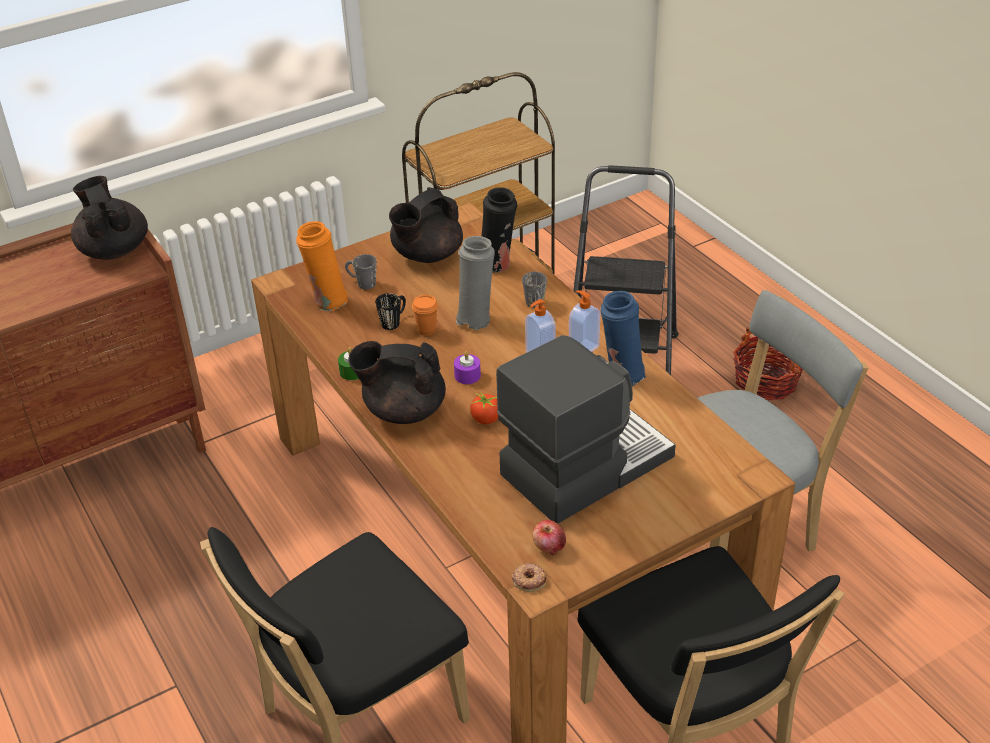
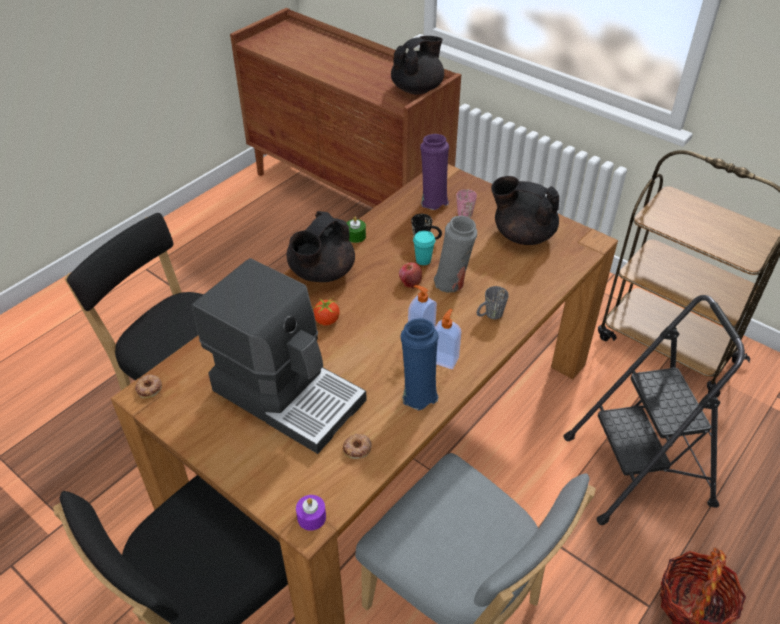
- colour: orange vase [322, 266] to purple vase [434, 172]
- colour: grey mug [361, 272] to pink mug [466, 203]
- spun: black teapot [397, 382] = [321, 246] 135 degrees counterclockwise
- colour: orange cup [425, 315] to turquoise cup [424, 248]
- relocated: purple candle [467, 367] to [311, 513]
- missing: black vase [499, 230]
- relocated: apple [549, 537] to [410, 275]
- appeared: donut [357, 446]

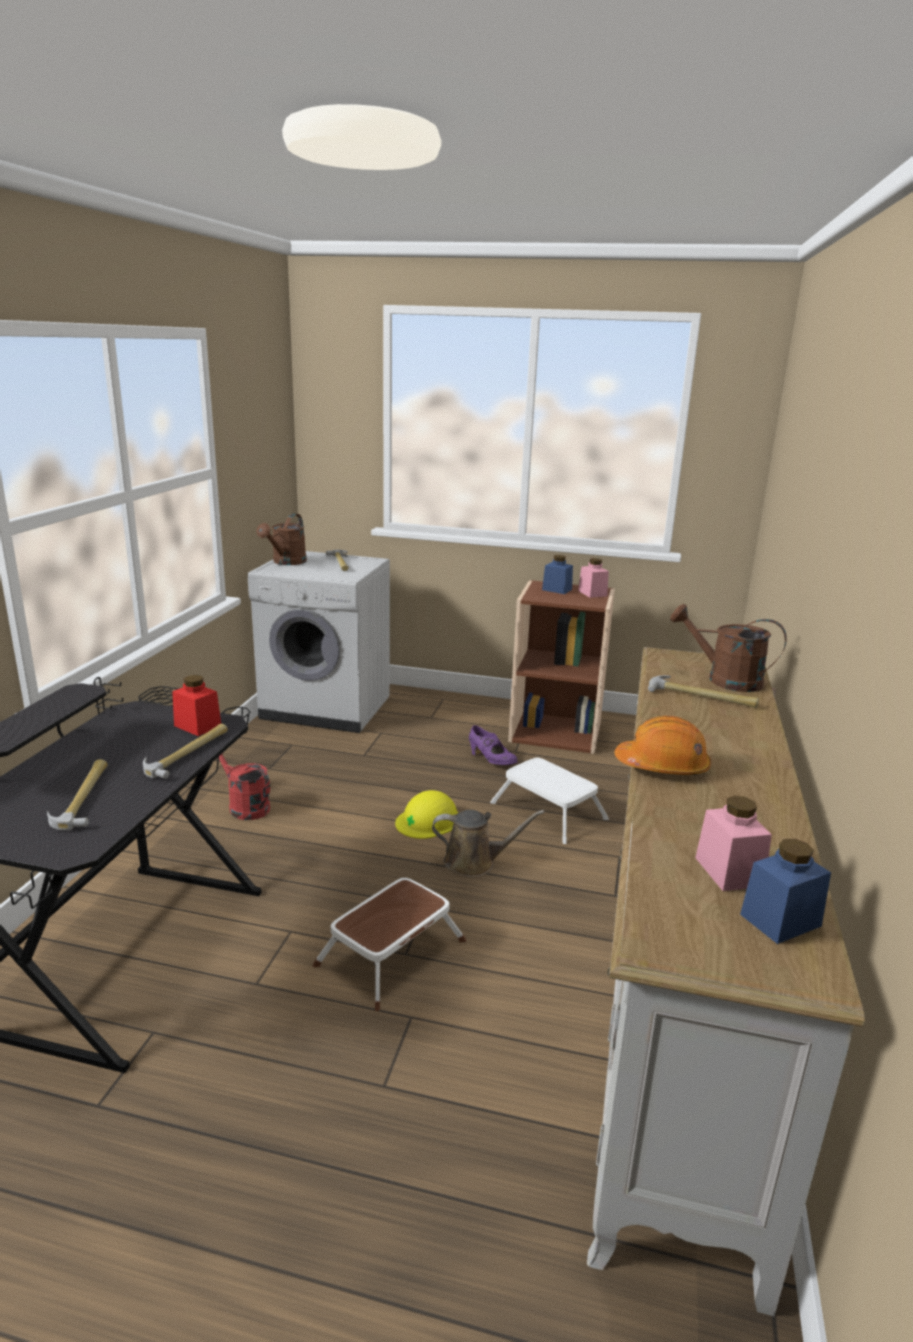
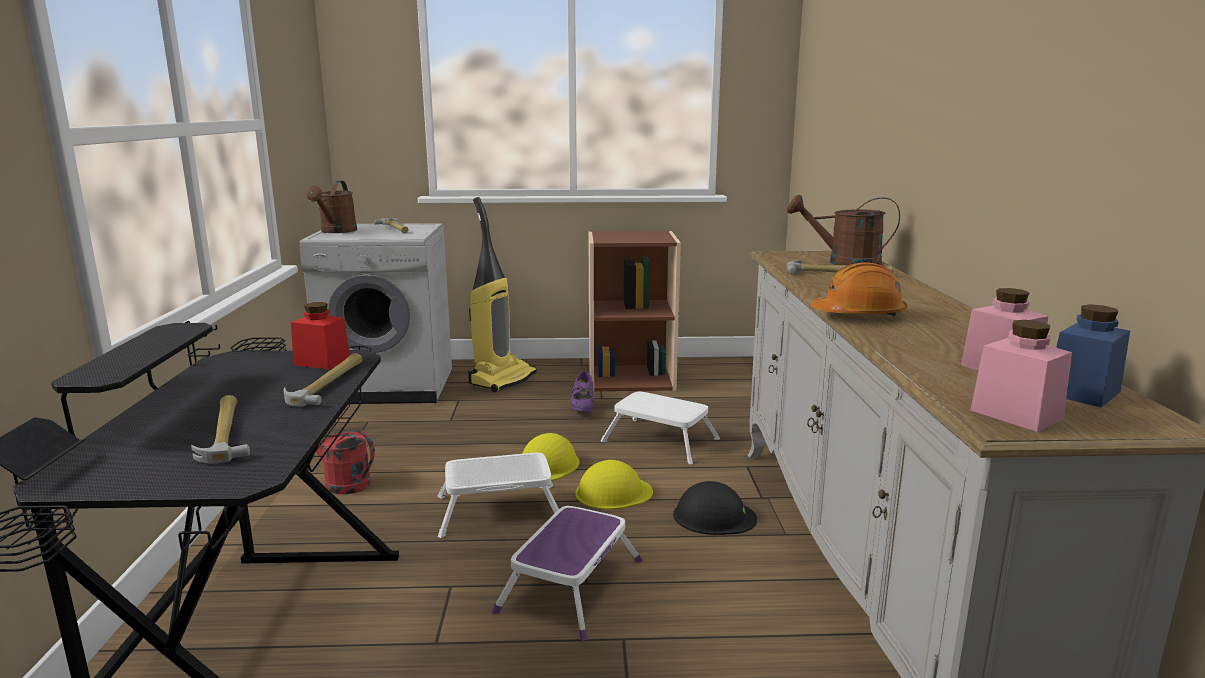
- colour: brown step ladder [389, 944] to purple step ladder [567, 573]
- exchanged: brown watering can [488, 843] to yellow hard hat [614, 485]
- spun: purple shoe [493, 745] = [582, 392] 60 degrees clockwise
- missing: blue jar [557, 574]
- relocated: pink jar [593, 578] to [1021, 376]
- appeared: white step ladder [498, 495]
- appeared: vacuum cleaner [502, 294]
- appeared: black hard hat [715, 508]

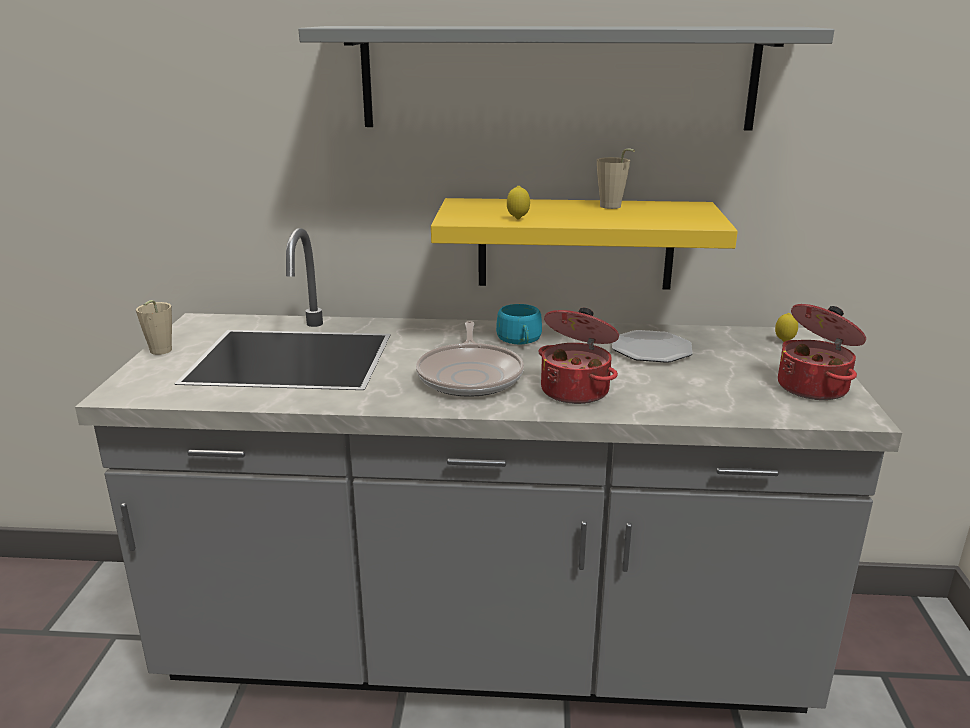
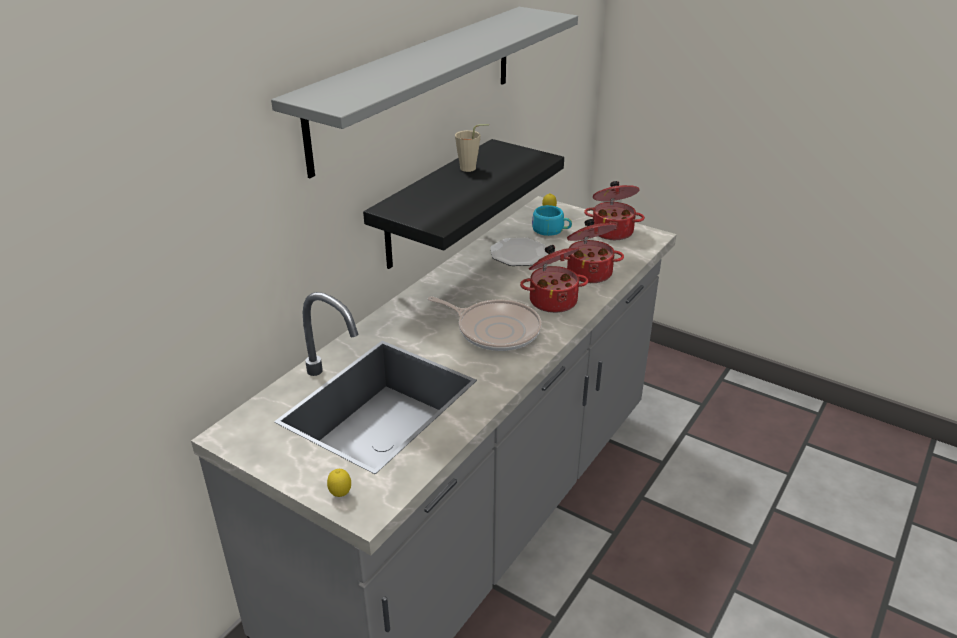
- missing: beige cup [154, 327]
- colour: yellow shelf [584, 244] to black shelf [463, 204]
- relocated: turquoise cup [519, 324] to [552, 220]
- relocated: lemon [518, 202] to [339, 483]
- appeared: cooking pot [594, 251]

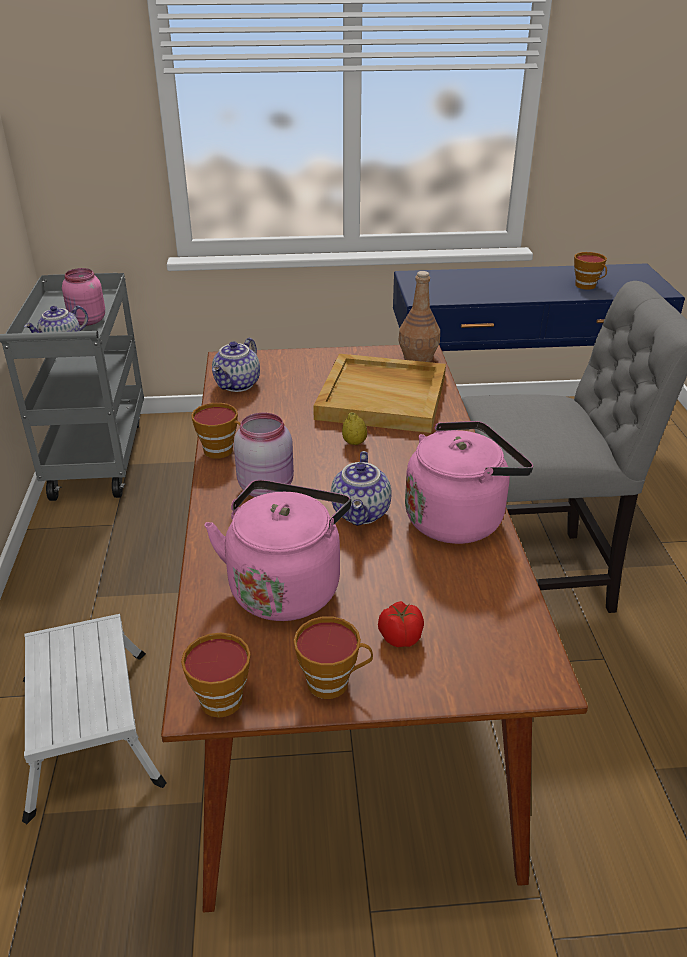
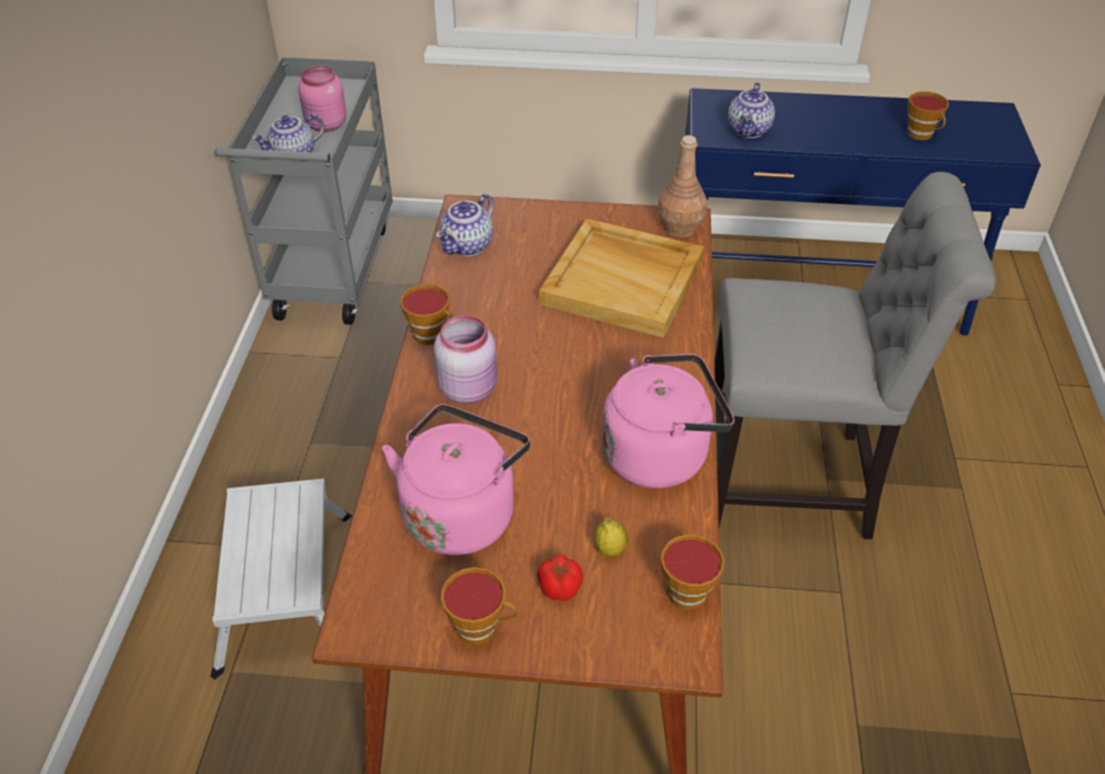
- relocated: cup [216, 675] to [692, 571]
- relocated: teapot [361, 488] to [751, 110]
- relocated: lemon [354, 428] to [611, 537]

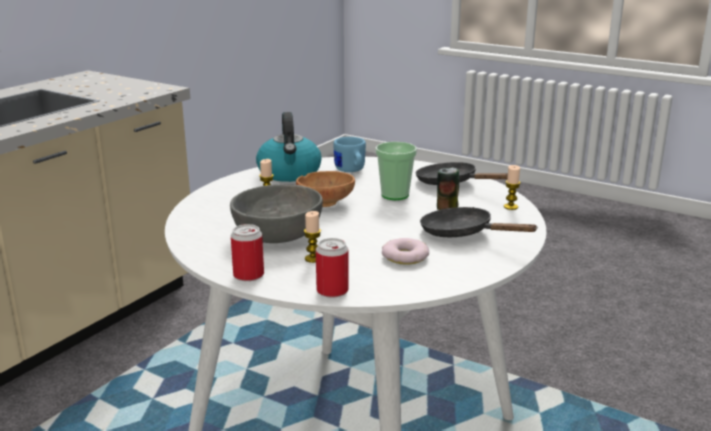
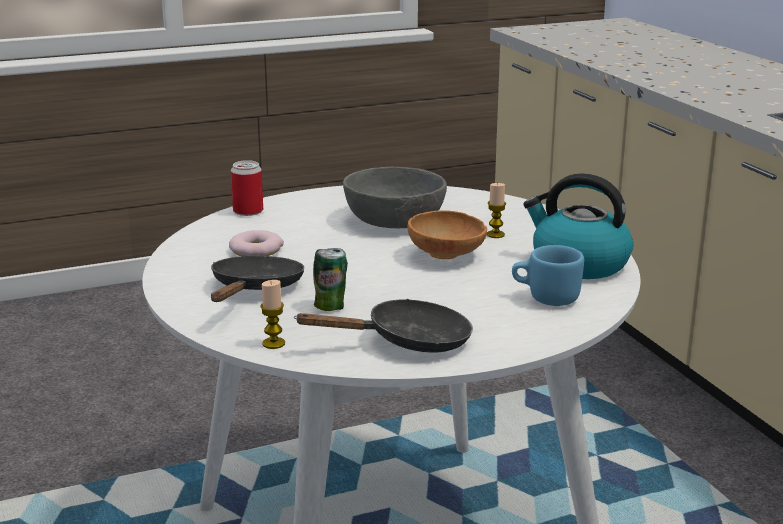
- missing: can [247, 252]
- missing: candle [312, 237]
- missing: cup [396, 171]
- spun: black frying pan [478, 222] = [257, 279] 60 degrees counterclockwise

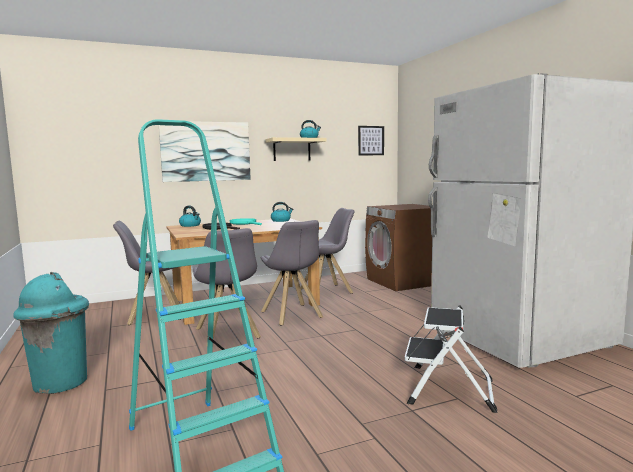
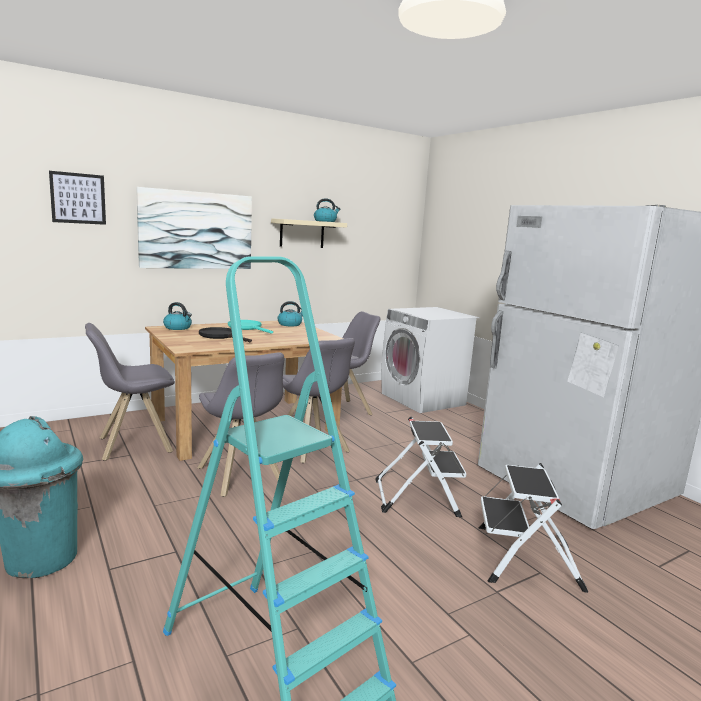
- relocated: picture [371, 140] to [77, 198]
- colour: brown washing machine [398, 247] to white washing machine [430, 360]
- appeared: step ladder [420, 466]

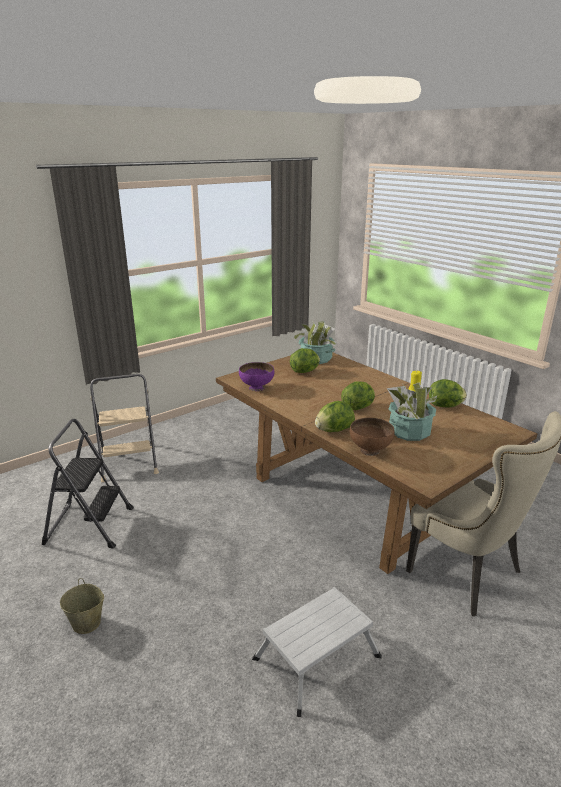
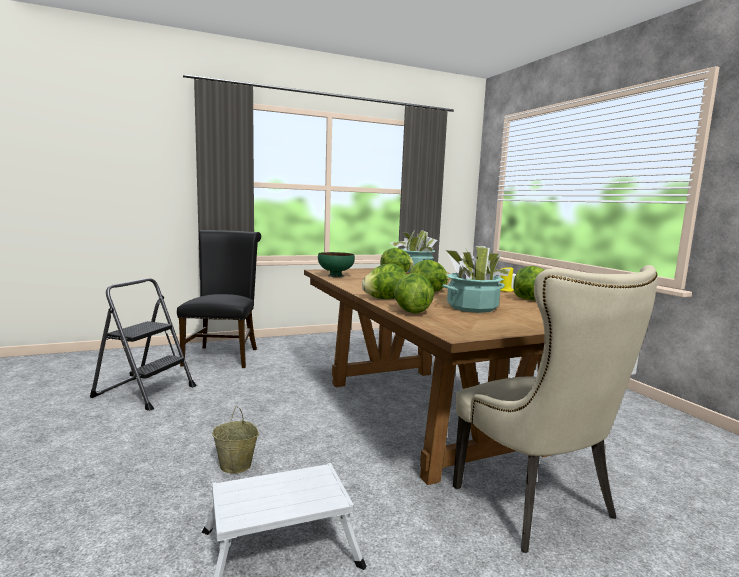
- relocated: beige bucket [82, 606] to [235, 440]
- exchanged: beige step ladder [124, 428] to black chair [219, 299]
- colour: purple bowl [256, 376] to green bowl [336, 264]
- exchanged: brown bowl [372, 437] to lettuce [414, 292]

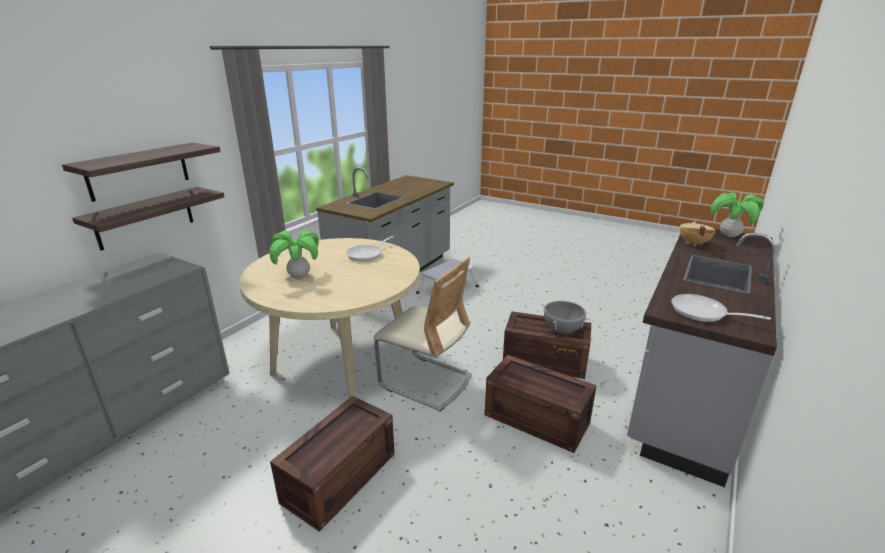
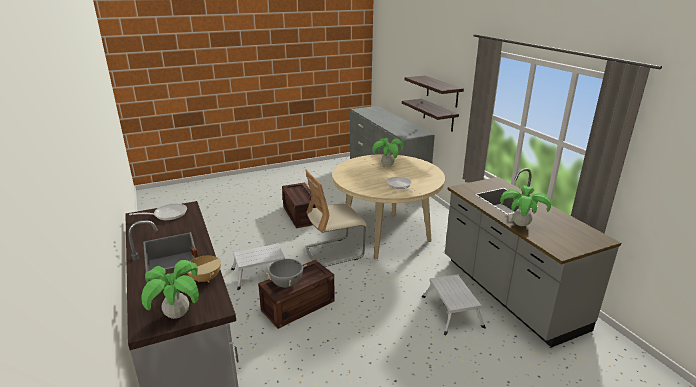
- exchanged: crate [541, 404] to white step ladder [258, 266]
- appeared: potted plant [525, 205]

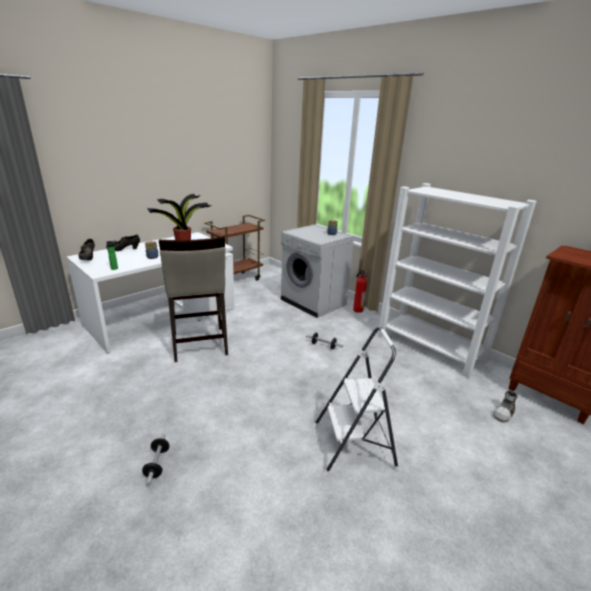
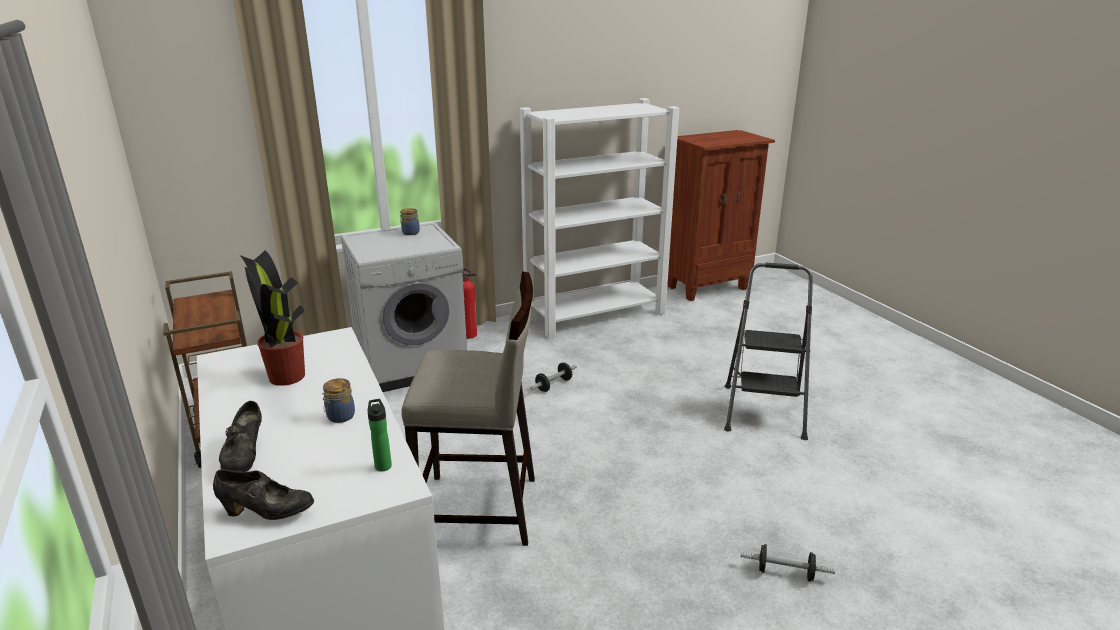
- colour: white step ladder [356, 402] to black step ladder [768, 351]
- missing: shoe [505, 407]

